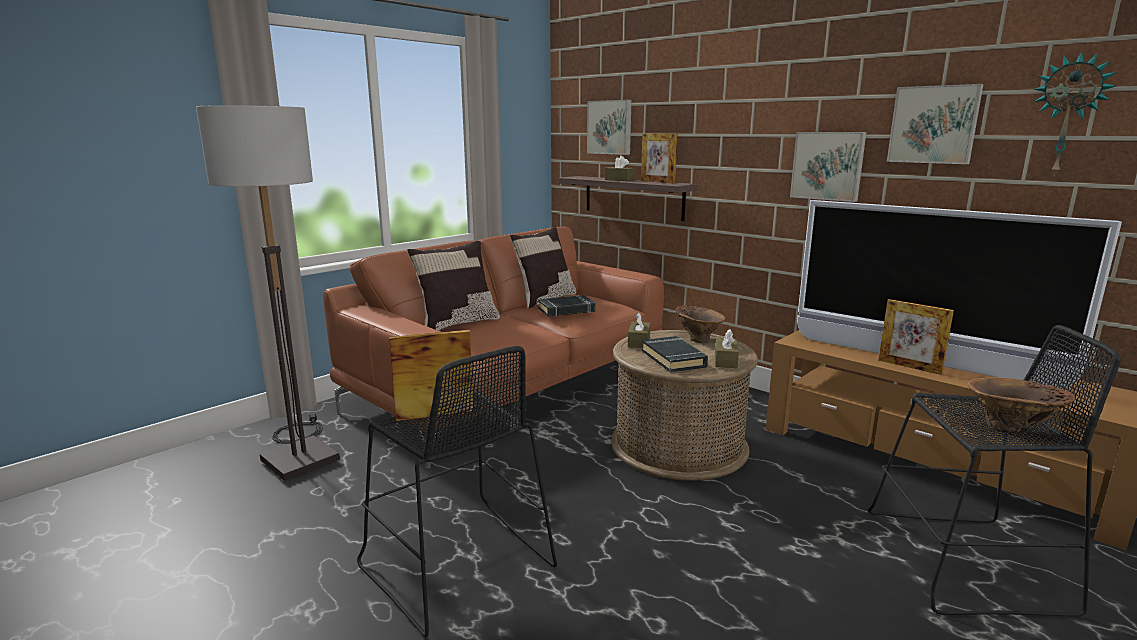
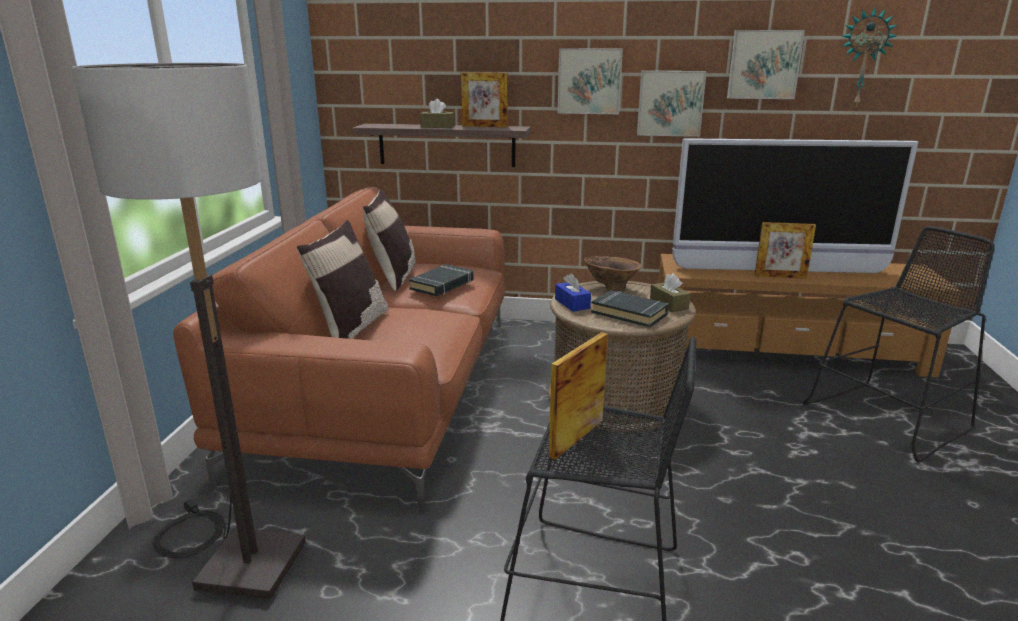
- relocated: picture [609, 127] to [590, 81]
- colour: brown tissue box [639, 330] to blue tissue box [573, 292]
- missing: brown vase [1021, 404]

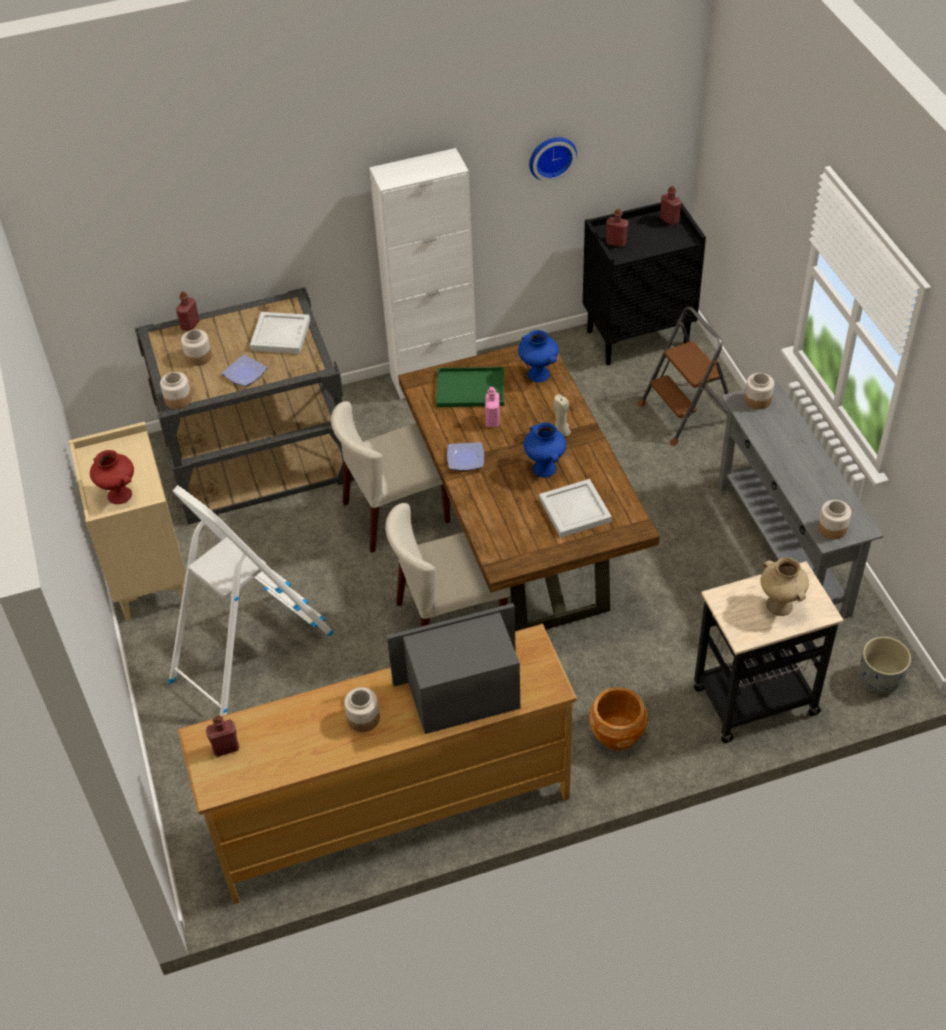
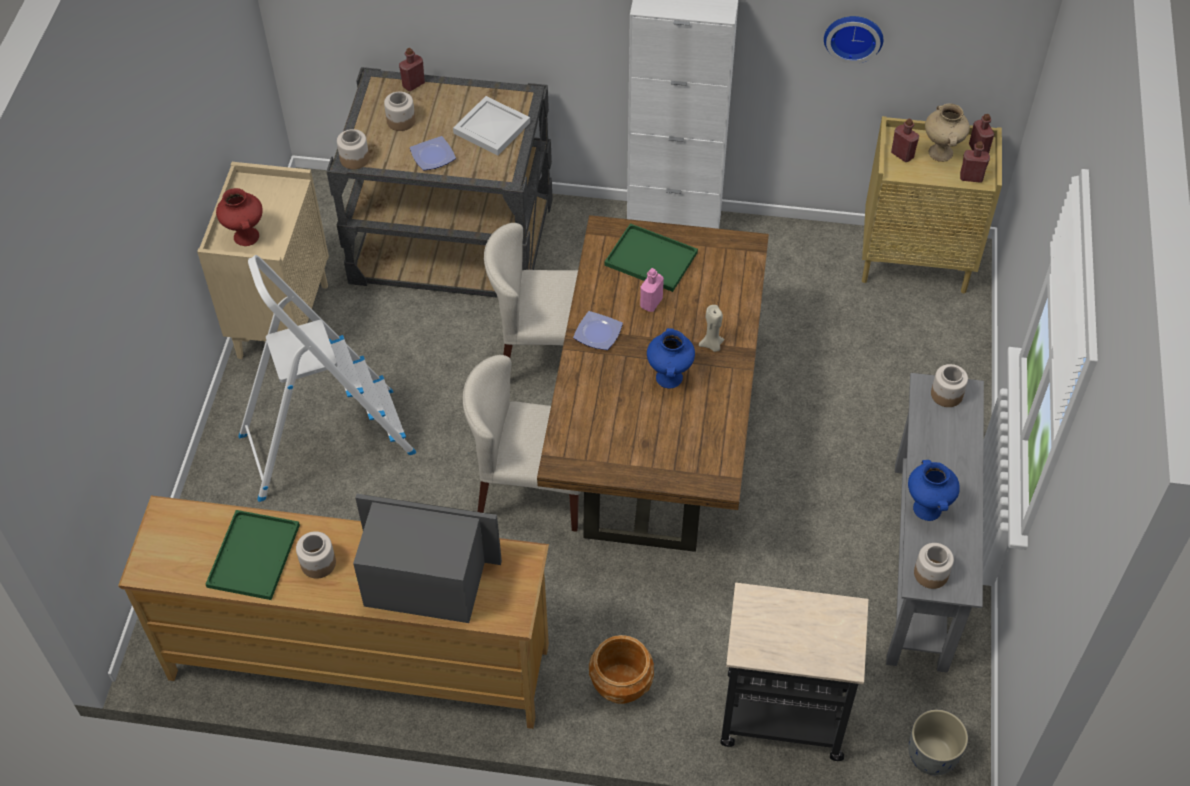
- relocated: red bottle [222, 736] to [975, 162]
- relocated: blue vase [538, 356] to [934, 490]
- missing: white tray [575, 508]
- colour: black cabinet [644, 282] to beige cabinet [932, 205]
- missing: brown step ladder [683, 376]
- relocated: beige vase [784, 587] to [947, 132]
- appeared: green tray [252, 555]

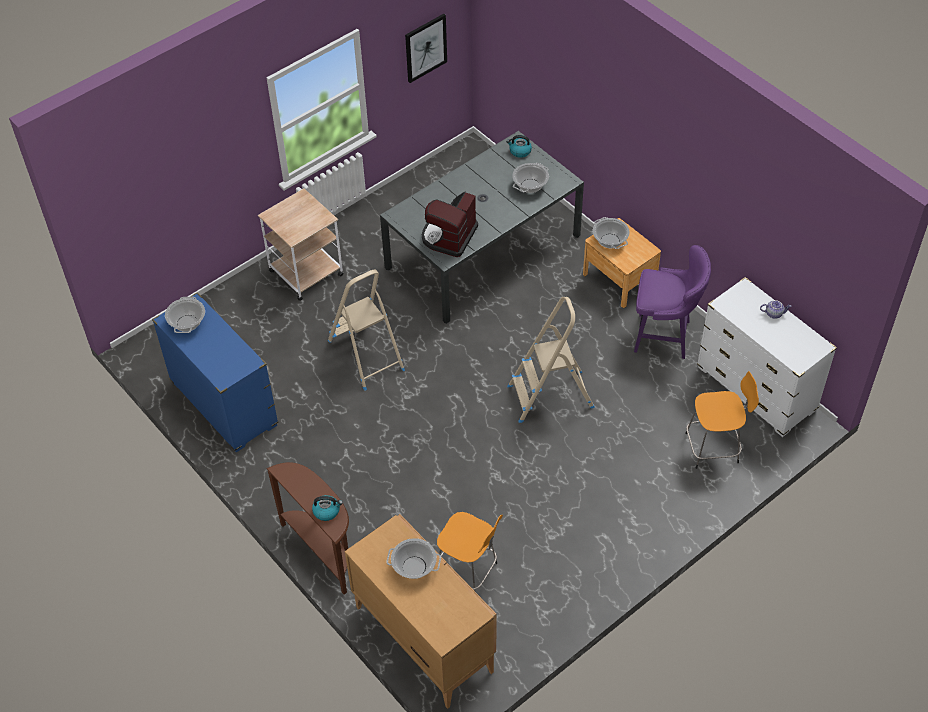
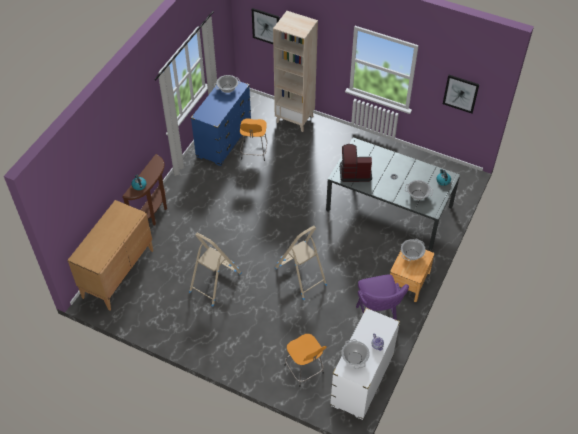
- missing: beige cart [301, 244]
- relocated: beige step ladder [366, 330] to [215, 270]
- relocated: cooking pot [414, 558] to [355, 354]
- relocated: orange stool [470, 551] to [253, 140]
- appeared: picture [265, 26]
- appeared: beige bookcase [295, 71]

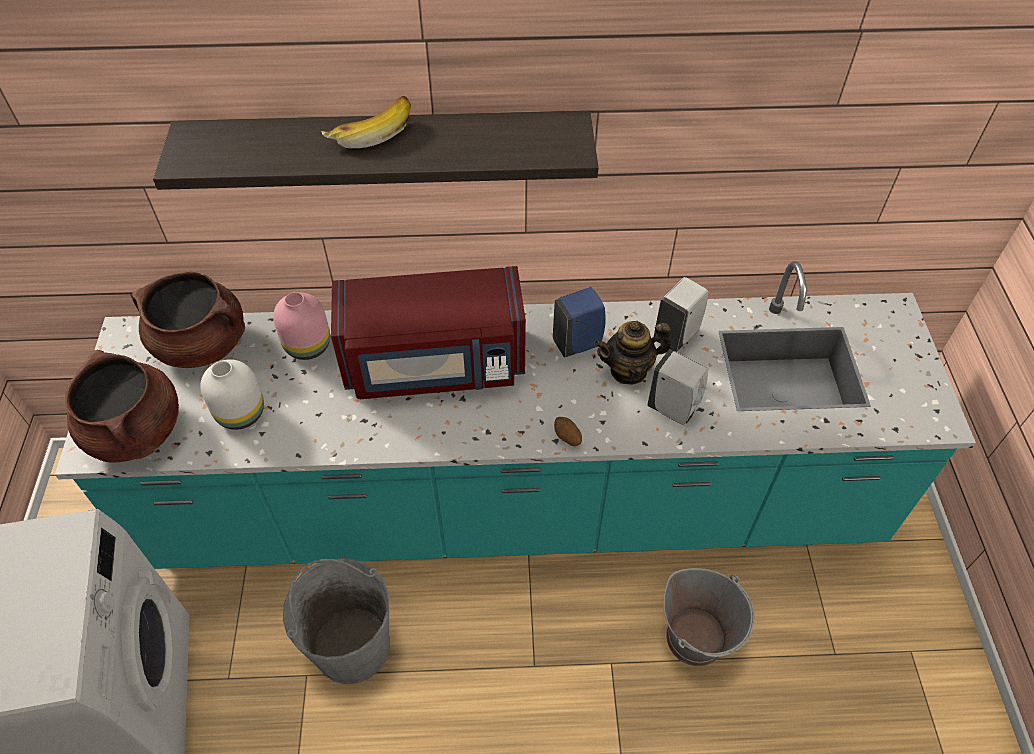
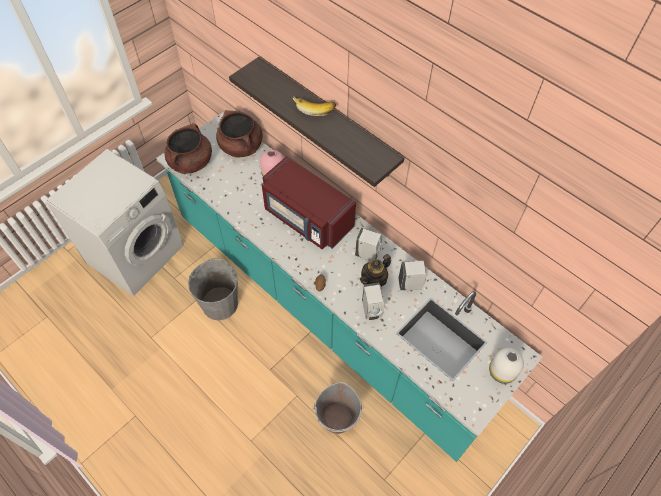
- relocated: white vase [232, 394] to [506, 366]
- colour: blue soap dispenser [579, 322] to white soap dispenser [368, 244]
- spun: teapot [632, 353] = [375, 270] 75 degrees counterclockwise

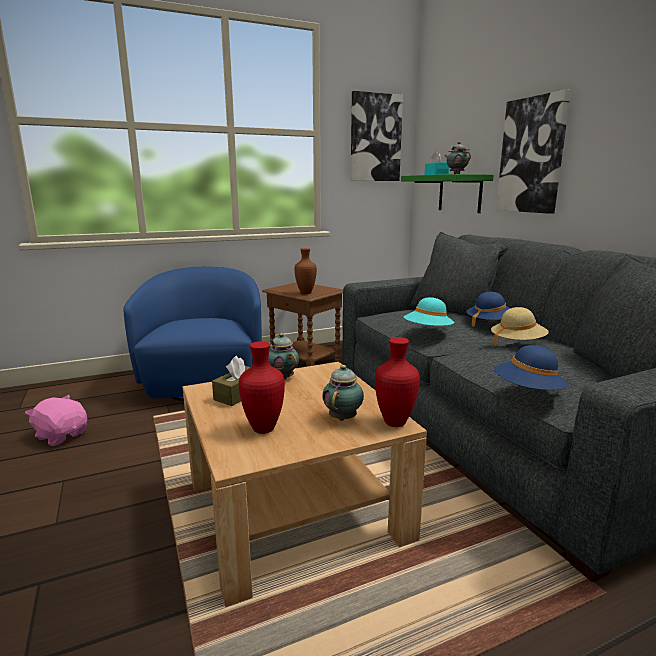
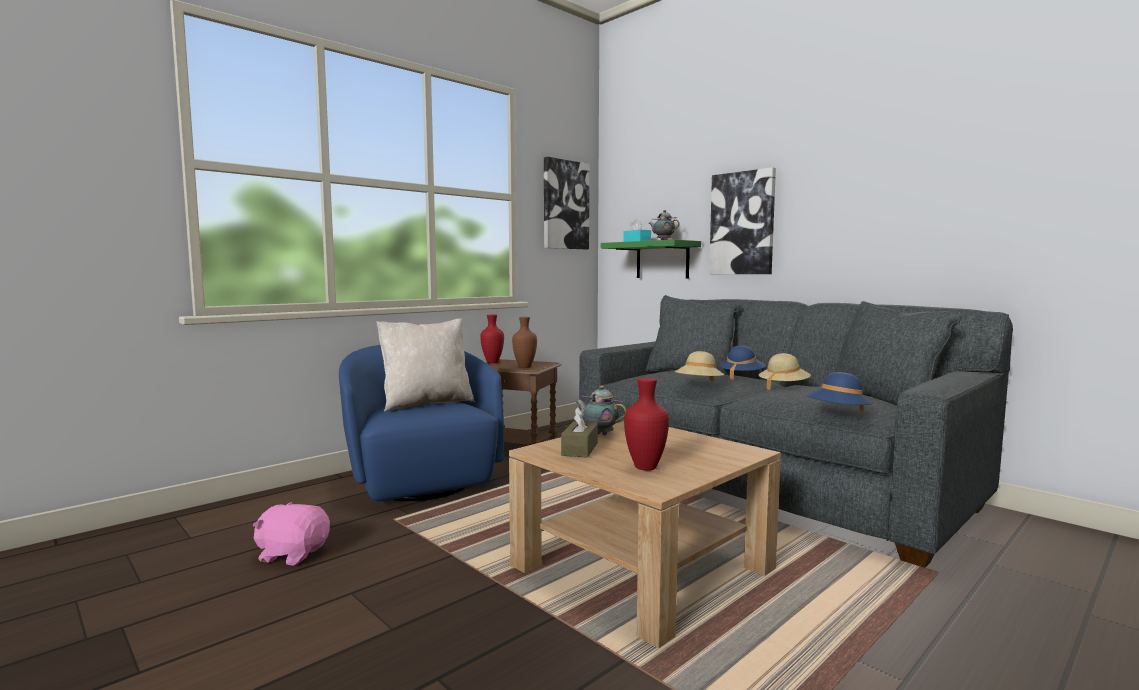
- missing: teapot [343, 393]
- relocated: red vase [397, 382] to [492, 339]
- colour: turquoise hat [429, 312] to beige hat [700, 366]
- appeared: beige pillow [425, 364]

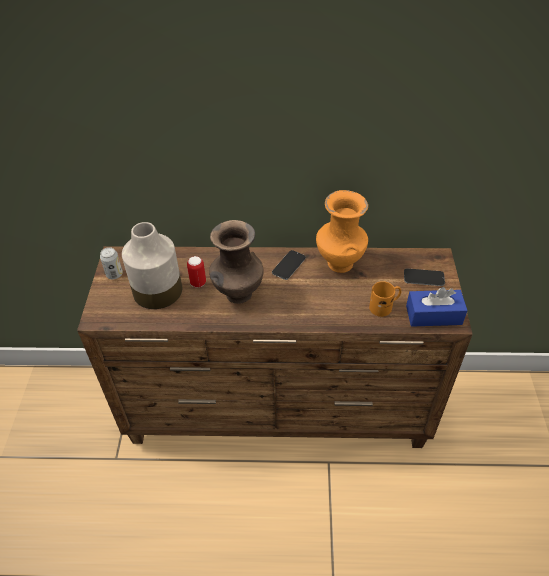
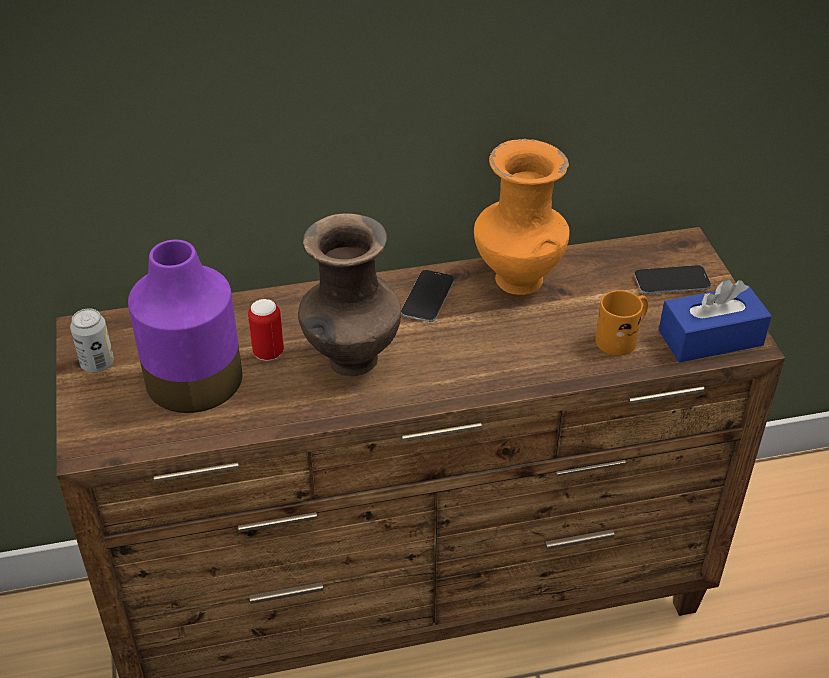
- colour: beige vase [152, 265] to purple vase [185, 326]

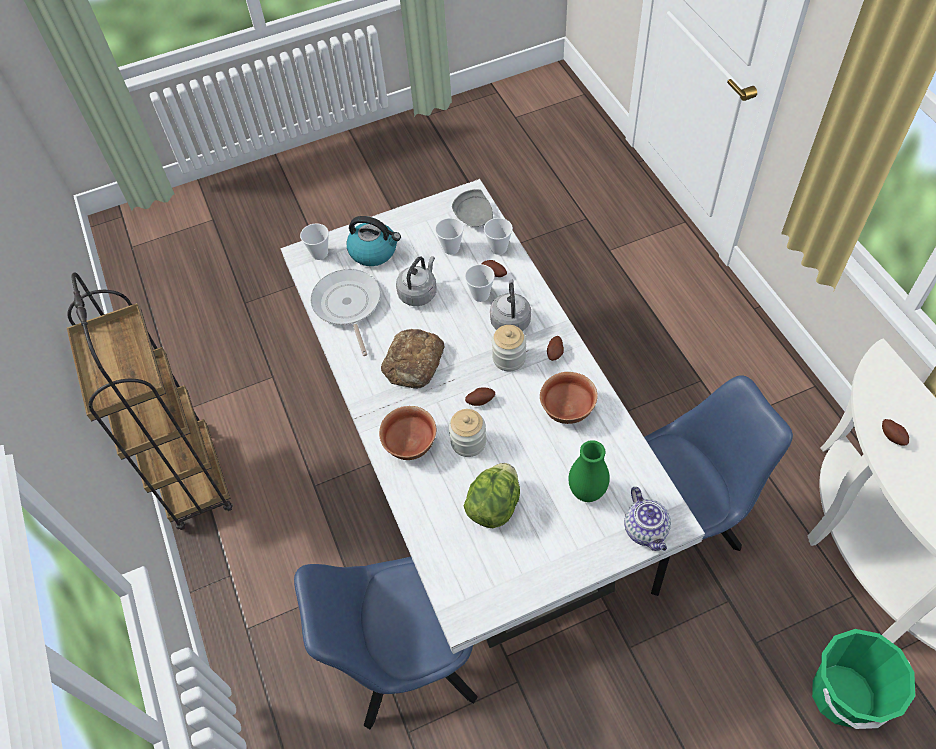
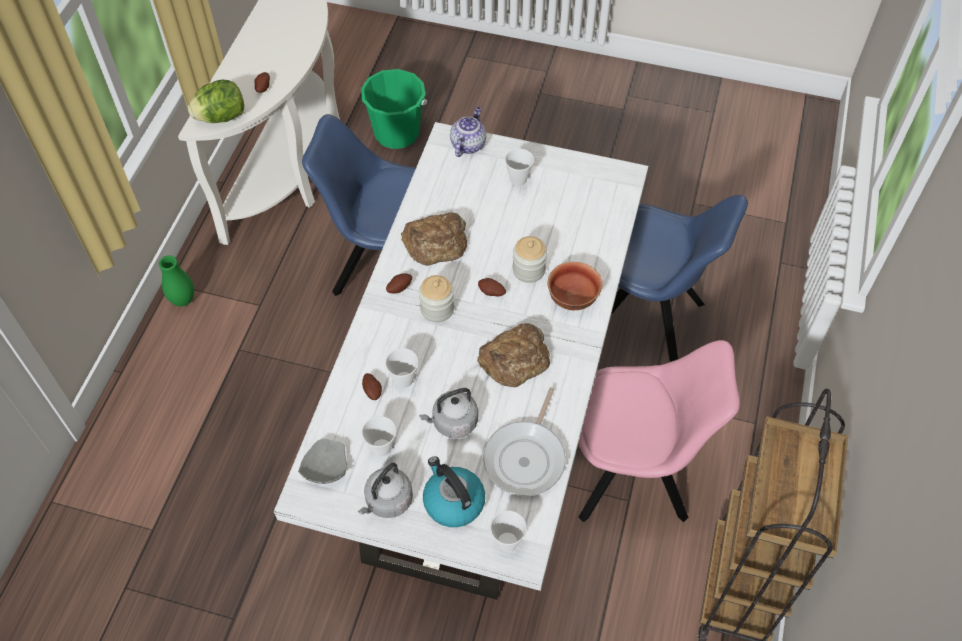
- relocated: lettuce [492, 495] to [216, 101]
- relocated: cup [498, 236] to [519, 167]
- relocated: grey kettle [510, 305] to [385, 490]
- exchanged: bowl [569, 398] to bread [434, 239]
- relocated: green vase [589, 471] to [176, 281]
- appeared: pink chair [659, 431]

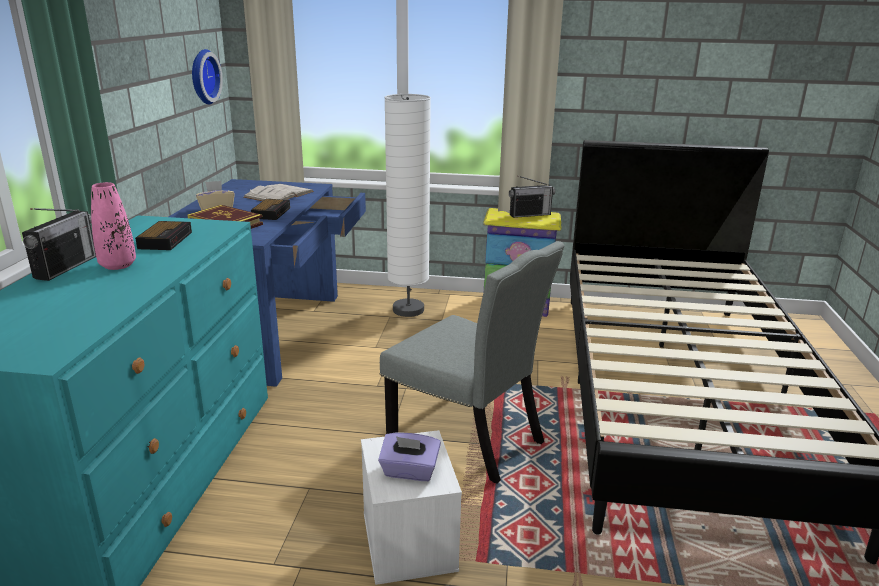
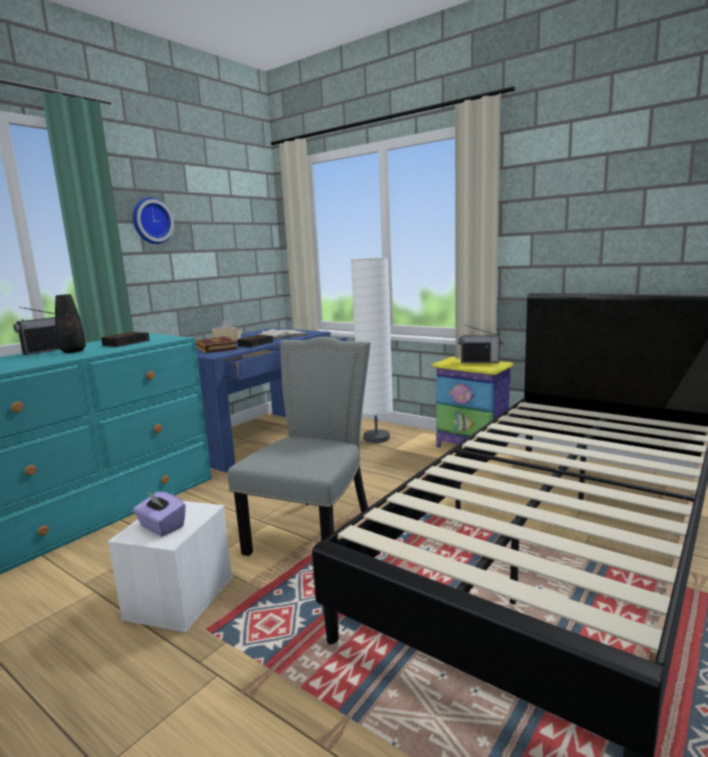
- colour: pink vase [113, 226] to black vase [70, 323]
- relocated: wall clock [207, 76] to [153, 220]
- spun: grey chair [472, 362] = [299, 446] 135 degrees counterclockwise

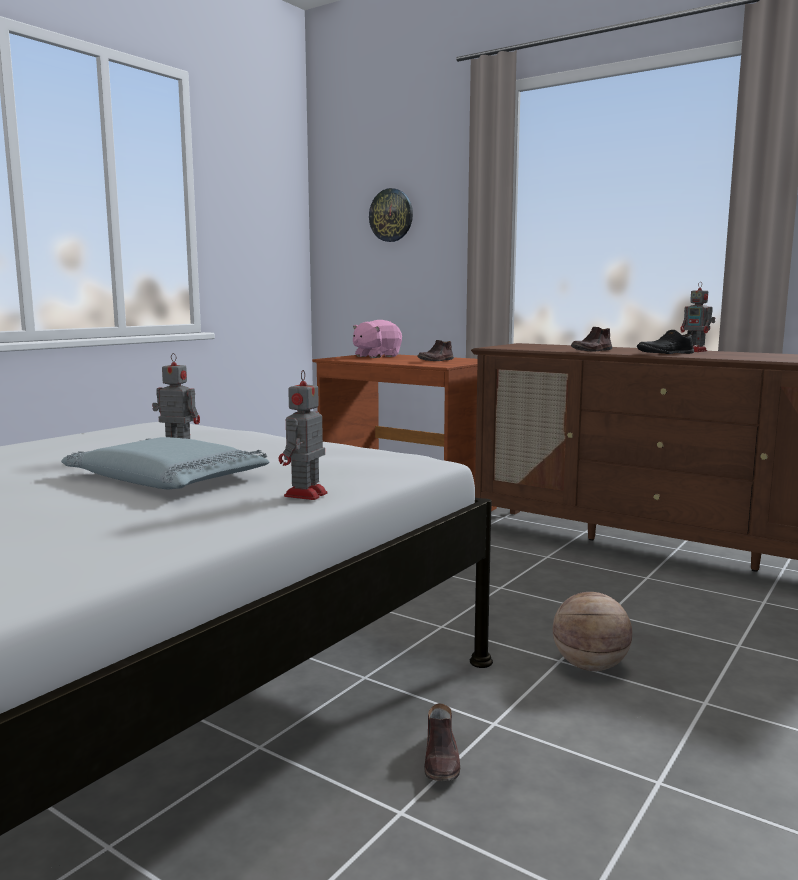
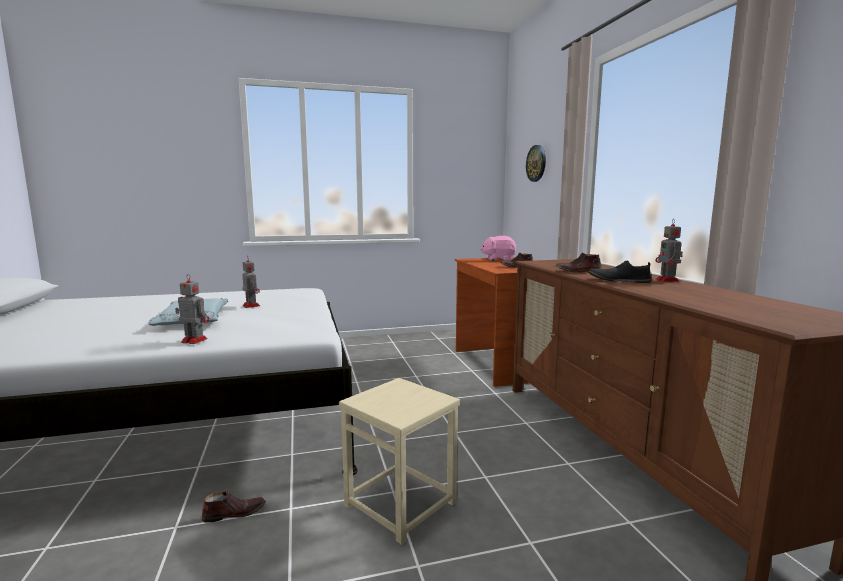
- spun: toy robot [303, 435] = [192, 309] 45 degrees clockwise
- spun: brown shoe [442, 742] = [234, 506] 150 degrees counterclockwise
- exchanged: basketball [592, 631] to beige stool [399, 461]

